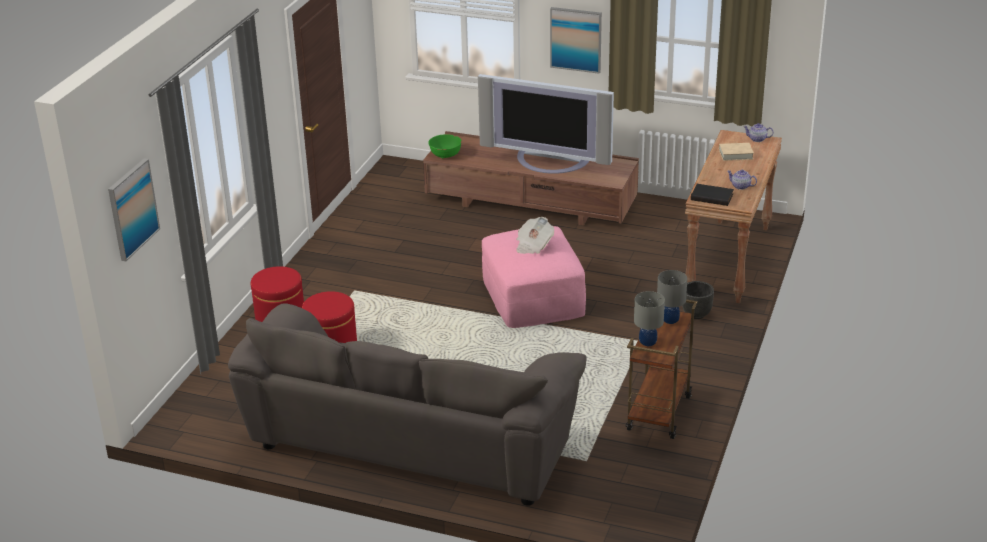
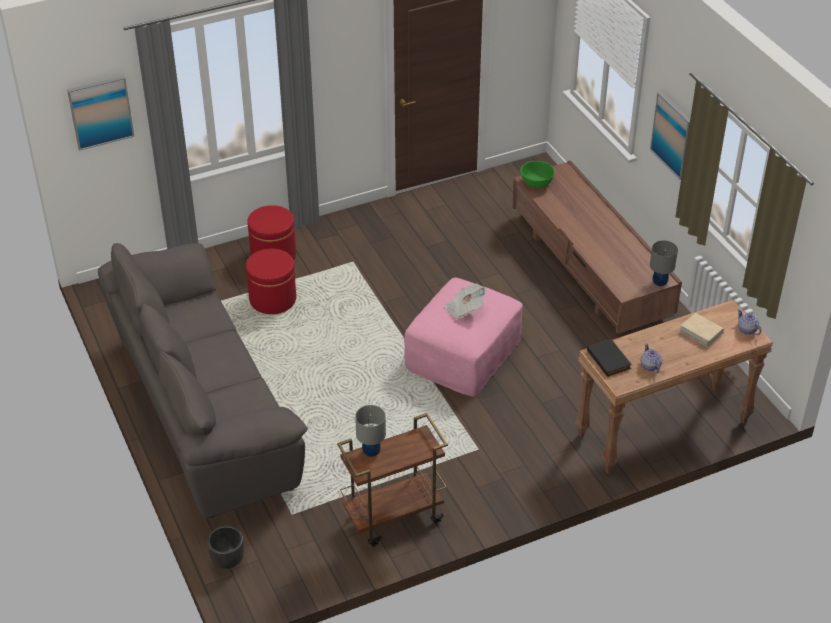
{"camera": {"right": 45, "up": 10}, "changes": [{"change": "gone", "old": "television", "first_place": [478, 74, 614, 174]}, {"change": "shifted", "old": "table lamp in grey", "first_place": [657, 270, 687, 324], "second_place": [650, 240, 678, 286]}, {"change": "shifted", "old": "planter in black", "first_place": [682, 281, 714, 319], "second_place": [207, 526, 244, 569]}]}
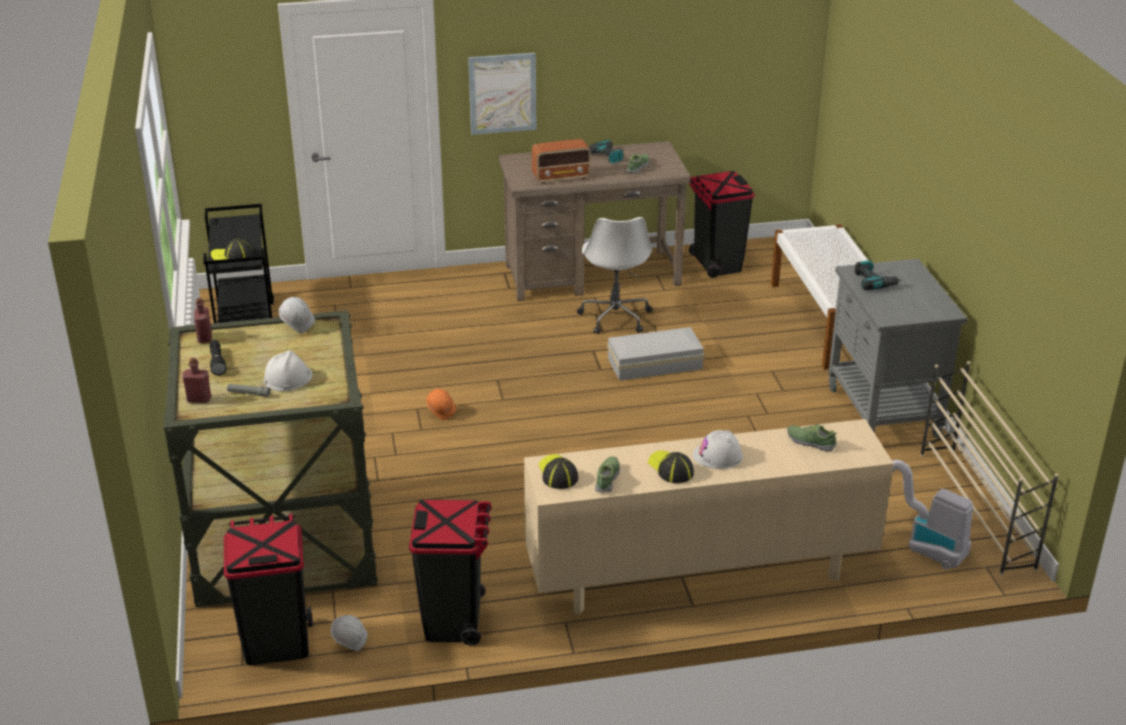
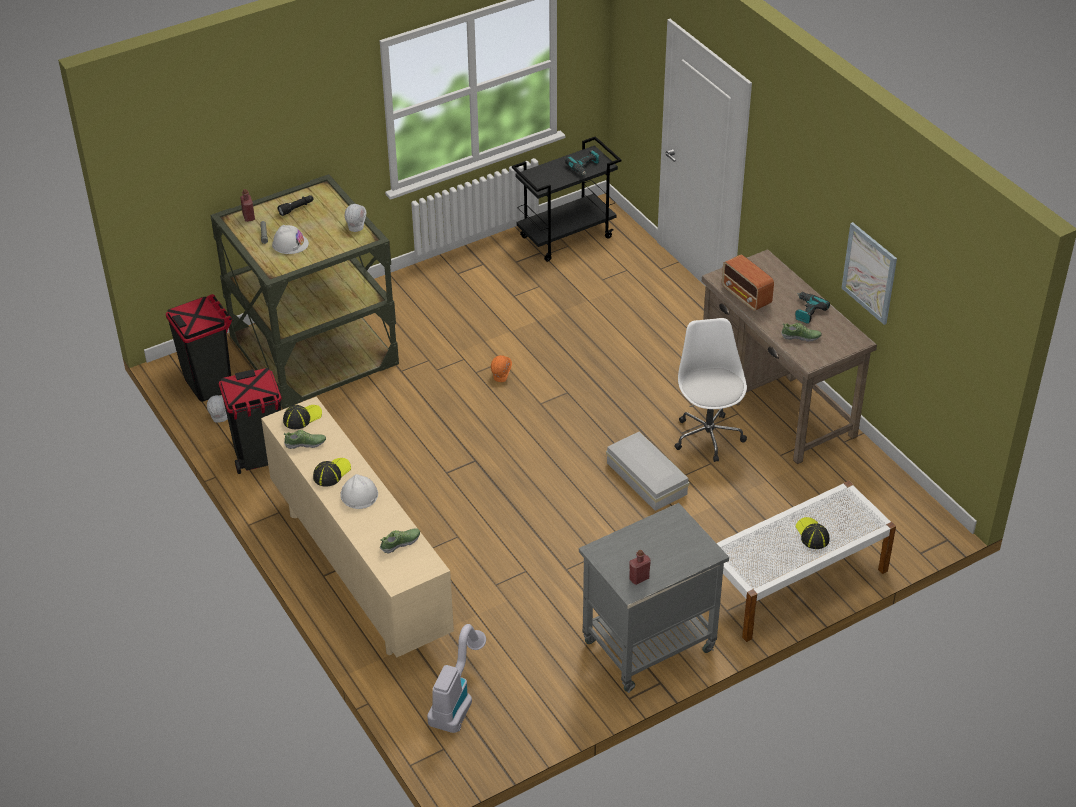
{"camera": {"right": 70, "up": 10}, "changes": [{"change": "shifted", "old": "bottle in red", "first_place": [194, 298, 212, 343], "second_place": [629, 550, 651, 585]}, {"change": "shifted", "old": "cap", "first_place": [211, 239, 253, 260], "second_place": [795, 517, 829, 549]}, {"change": "shifted", "old": "picture", "first_place": [468, 53, 537, 135], "second_place": [842, 222, 897, 325]}, {"change": "rotated", "old": "office chair in white", "first_place": [577, 217, 652, 334], "second_place": [674, 318, 747, 462], "degrees": 105}, {"change": "gone", "old": "trash can in black", "first_place": [689, 171, 755, 278]}, {"change": "rotated", "old": "shoe", "first_place": [787, 424, 837, 452], "second_place": [380, 528, 420, 554], "degrees": 45}, {"change": "shifted", "old": "power drill", "first_place": [855, 260, 902, 290], "second_place": [565, 150, 599, 175]}, {"change": "gone", "old": "shoe rack in beige", "first_place": [920, 361, 1059, 576]}]}
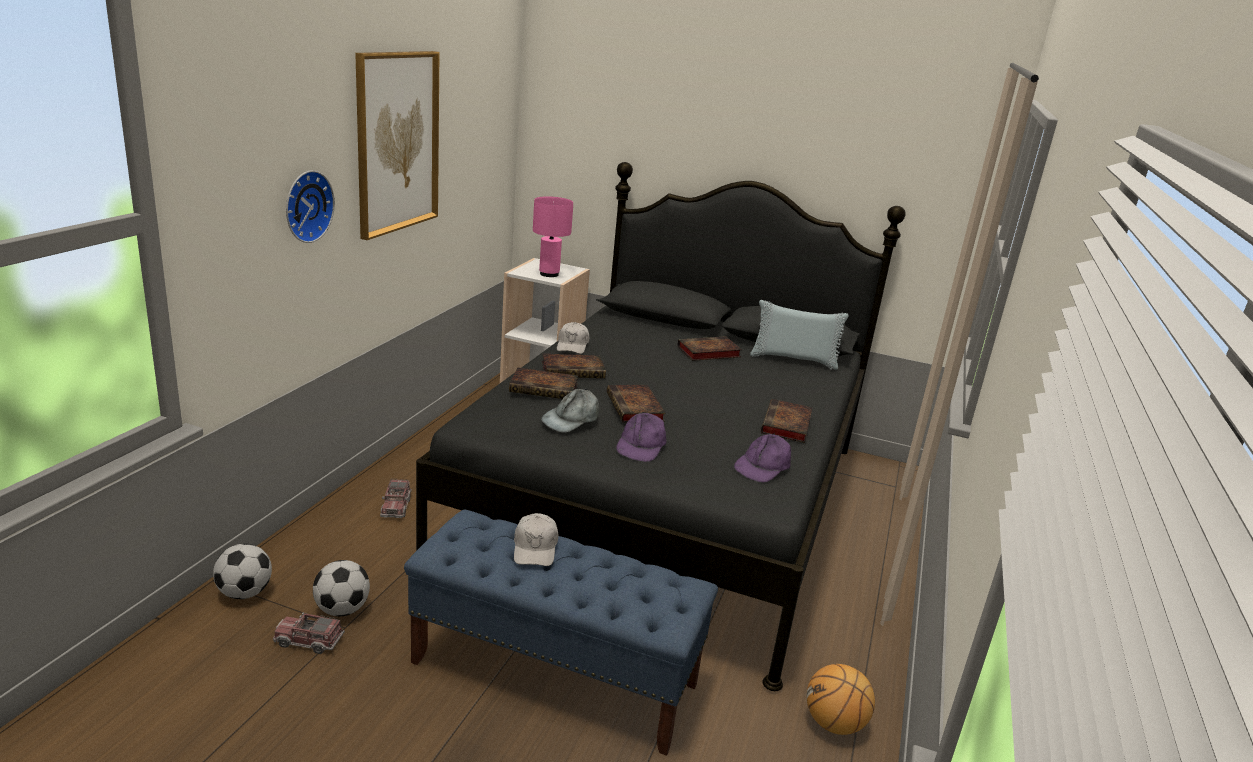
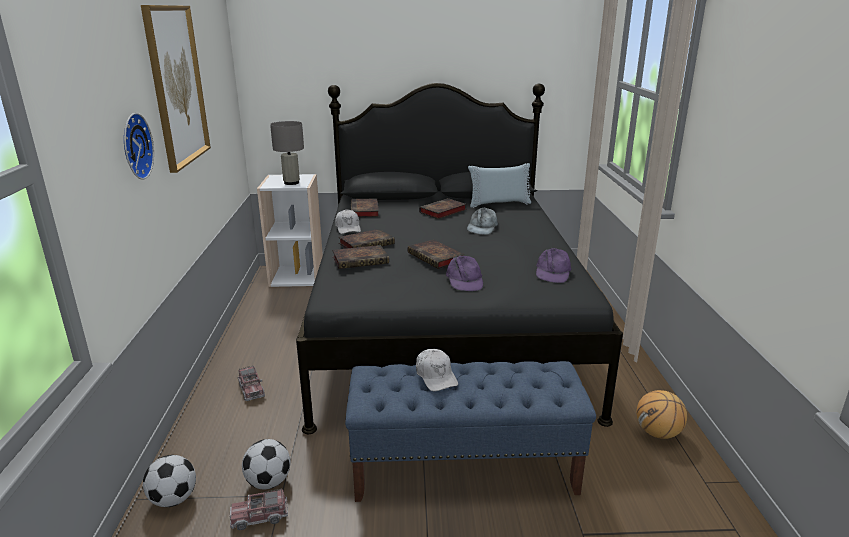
{"camera": {"right": -20, "up": 0}, "changes": [{"change": "repainted", "old": "table lamp in pink", "new": "table lamp in grey", "first_place": [533, 196, 573, 277], "second_place": [270, 121, 304, 185]}, {"change": "shifted", "old": "cap in grey", "first_place": [541, 388, 599, 433], "second_place": [467, 208, 498, 235]}, {"change": "shifted", "old": "book", "first_place": [761, 399, 813, 443], "second_place": [351, 198, 379, 217]}]}
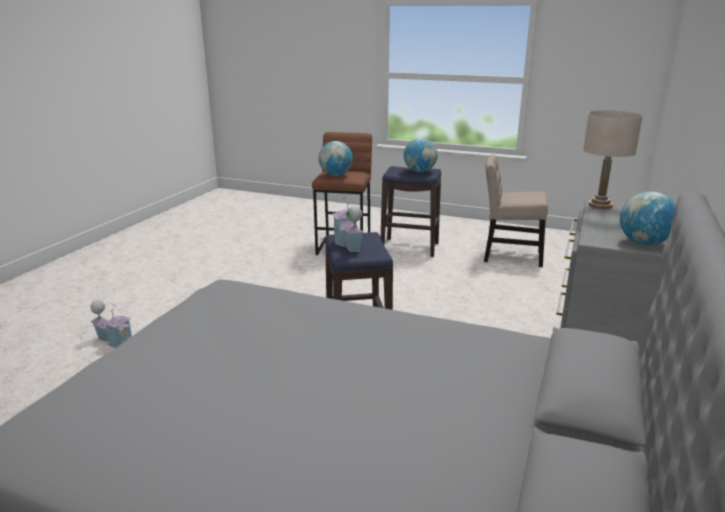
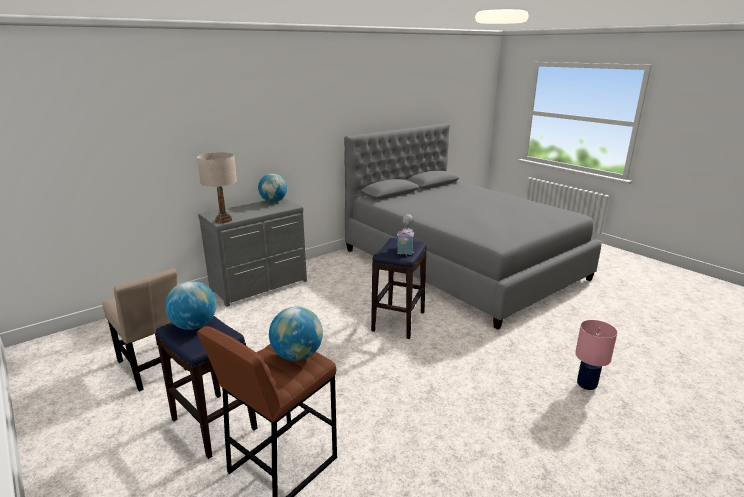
{"camera": {"right": -150, "up": 0}, "changes": [{"change": "swapped", "old": "toy house", "new": "table lamp in pink", "first_place": [90, 300, 132, 348], "second_place": [575, 320, 617, 390]}]}
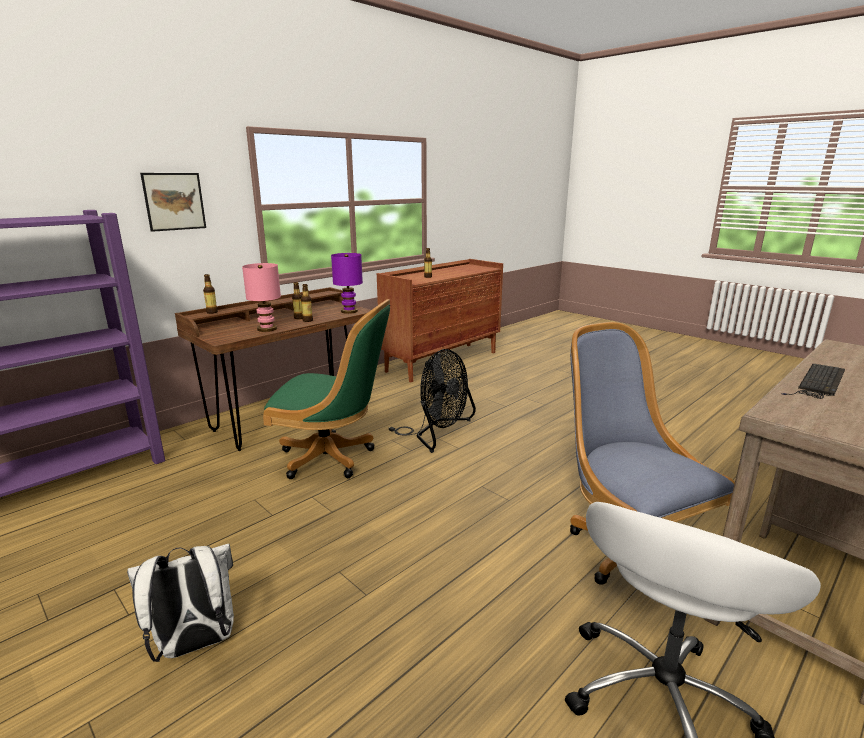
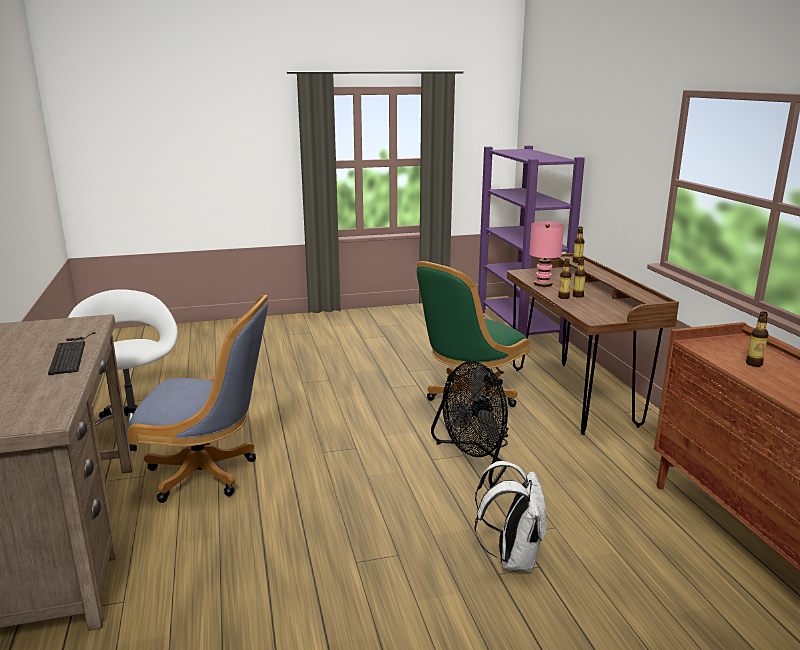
{"camera": {"right": 120, "up": 0}, "changes": [{"change": "shifted", "old": "backpack in white", "first_place": [127, 544, 234, 662], "second_place": [475, 461, 547, 572]}, {"change": "gone", "old": "picture", "first_place": [140, 173, 206, 232]}, {"change": "gone", "old": "table lamp in purple", "first_place": [331, 253, 363, 314]}]}
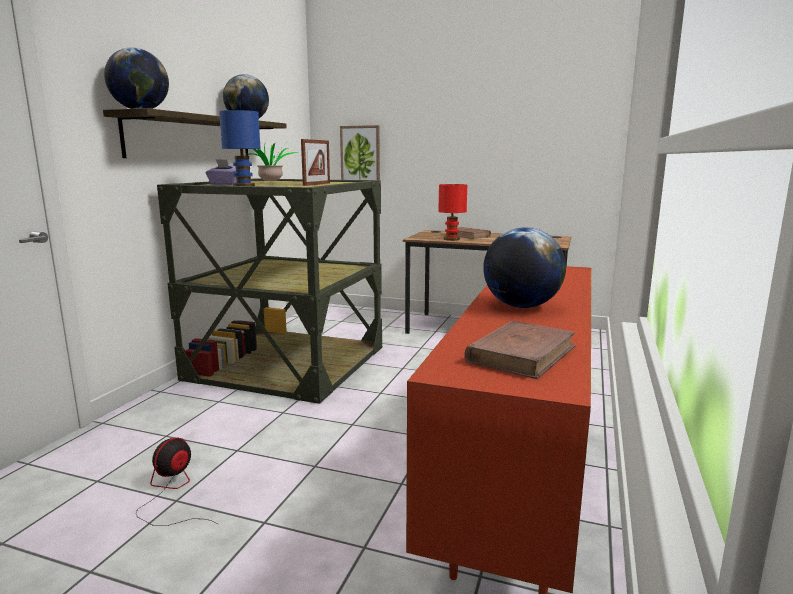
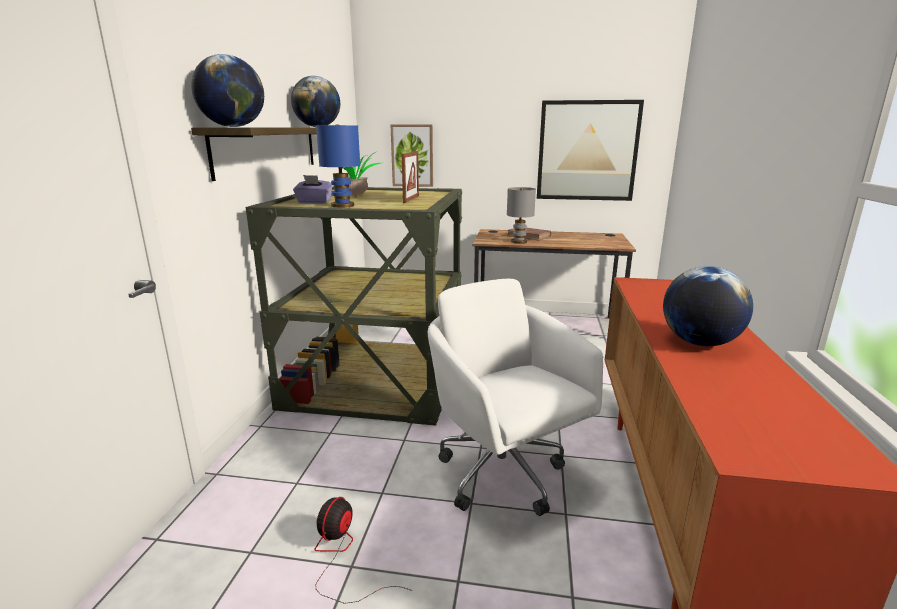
{"camera": {"right": -10, "up": 5}, "changes": [{"change": "repainted", "old": "table lamp in red", "new": "table lamp in grey", "first_place": [438, 184, 467, 241], "second_place": [507, 187, 536, 244]}, {"change": "gone", "old": "book in brown", "first_place": [465, 321, 576, 379]}, {"change": "new", "new": "office chair in white", "second_place": [428, 279, 603, 516]}, {"change": "new", "new": "picture", "second_place": [537, 100, 644, 201]}]}
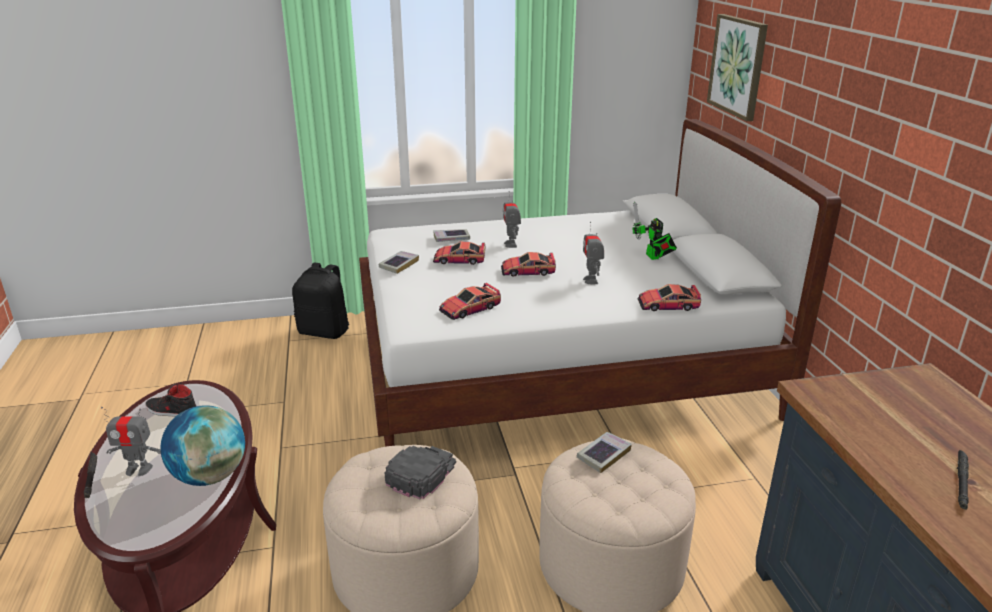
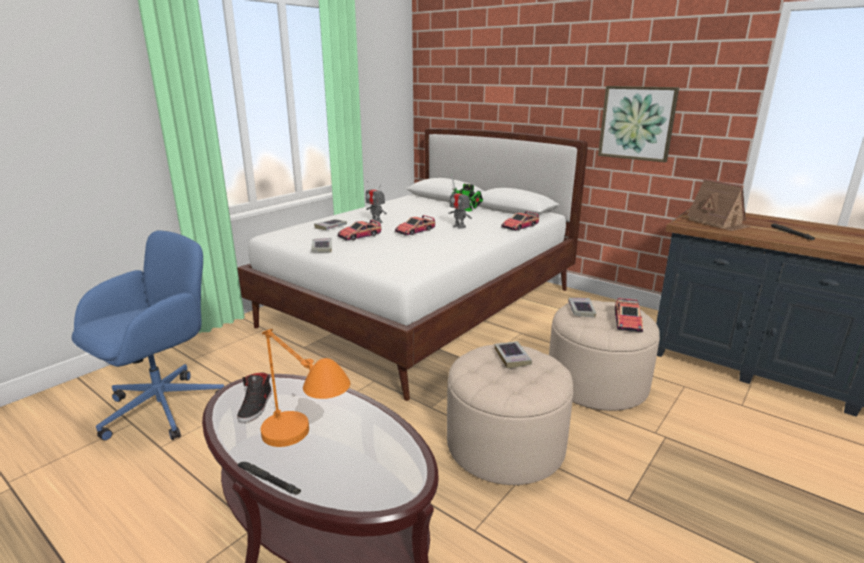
{"camera": {"right": -40, "up": -5}, "changes": [{"change": "swapped", "old": "toy robot", "new": "table lamp in orange", "first_place": [101, 407, 161, 476], "second_place": [261, 329, 350, 447]}, {"change": "rotated", "old": "shoe in black", "first_place": [145, 382, 196, 417], "second_place": [237, 372, 272, 422], "degrees": -60}, {"change": "gone", "old": "globe", "first_place": [160, 405, 245, 486]}, {"change": "gone", "old": "backpack in black", "first_place": [292, 263, 349, 339]}, {"change": "swapped", "old": "cap in black", "new": "book", "first_place": [385, 446, 456, 499], "second_place": [495, 341, 532, 369]}, {"change": "shifted", "old": "toy car", "first_place": [439, 283, 501, 320], "second_place": [615, 298, 643, 332]}, {"change": "shifted", "old": "picture", "first_place": [707, 14, 768, 121], "second_place": [598, 86, 679, 162]}, {"change": "new", "new": "office chair in blue", "second_place": [72, 230, 224, 441]}, {"change": "new", "new": "toy house", "second_place": [687, 178, 750, 231]}]}
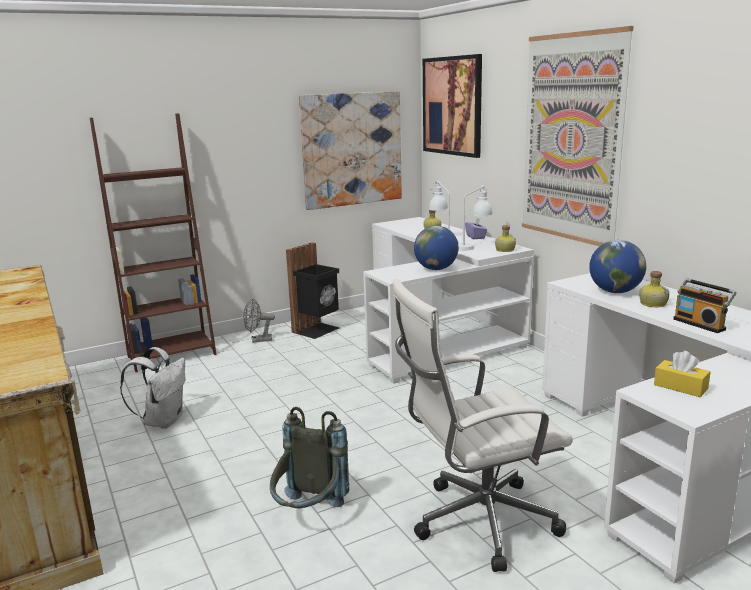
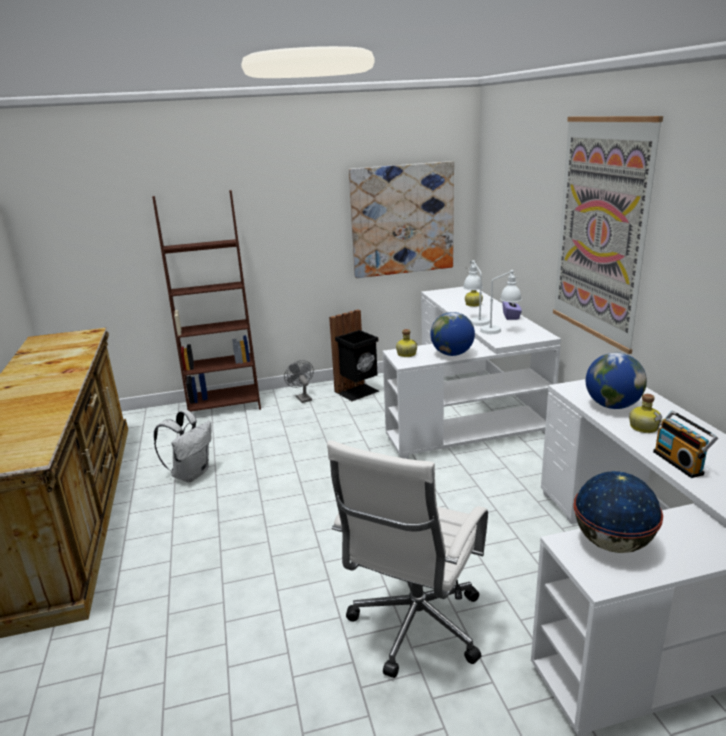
{"camera": {"right": 15, "up": 5}, "changes": [{"change": "rotated", "old": "fan in grey", "first_place": [243, 299, 275, 343], "second_place": [284, 360, 314, 403], "degrees": 60}, {"change": "gone", "old": "backpack in grey", "first_place": [270, 407, 349, 509]}, {"change": "rotated", "old": "office chair in white", "first_place": [393, 279, 573, 572], "second_place": [327, 441, 488, 678], "degrees": -60}, {"change": "gone", "old": "picture", "first_place": [423, 54, 482, 158]}, {"change": "shifted", "old": "bottle", "first_place": [495, 225, 516, 252], "second_place": [396, 329, 417, 357]}, {"change": "swapped", "old": "tissue box in yellow", "new": "globe", "first_place": [654, 351, 711, 397], "second_place": [574, 471, 663, 553]}]}
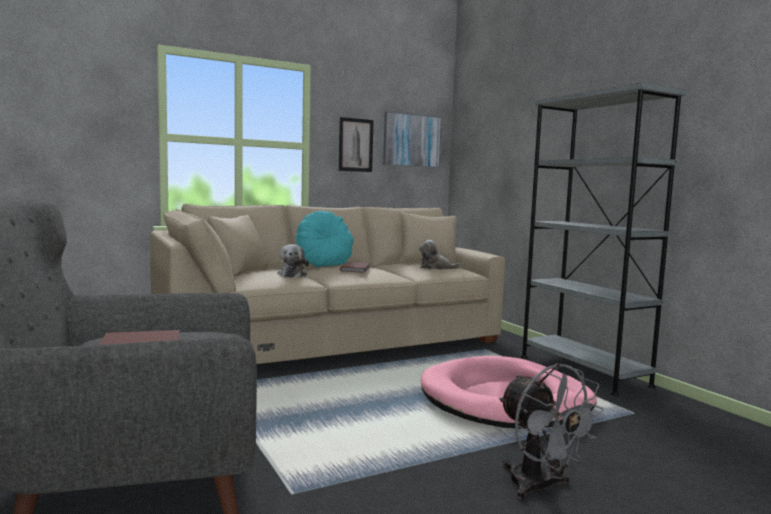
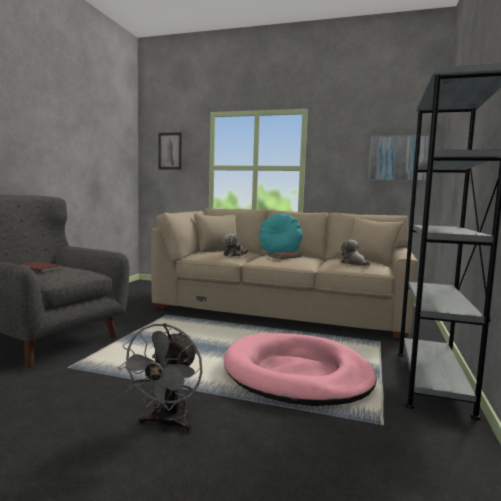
{"camera": {"right": 45, "up": 0}, "changes": [{"change": "shifted", "old": "picture", "first_place": [339, 117, 374, 172], "second_place": [158, 132, 182, 170]}]}
